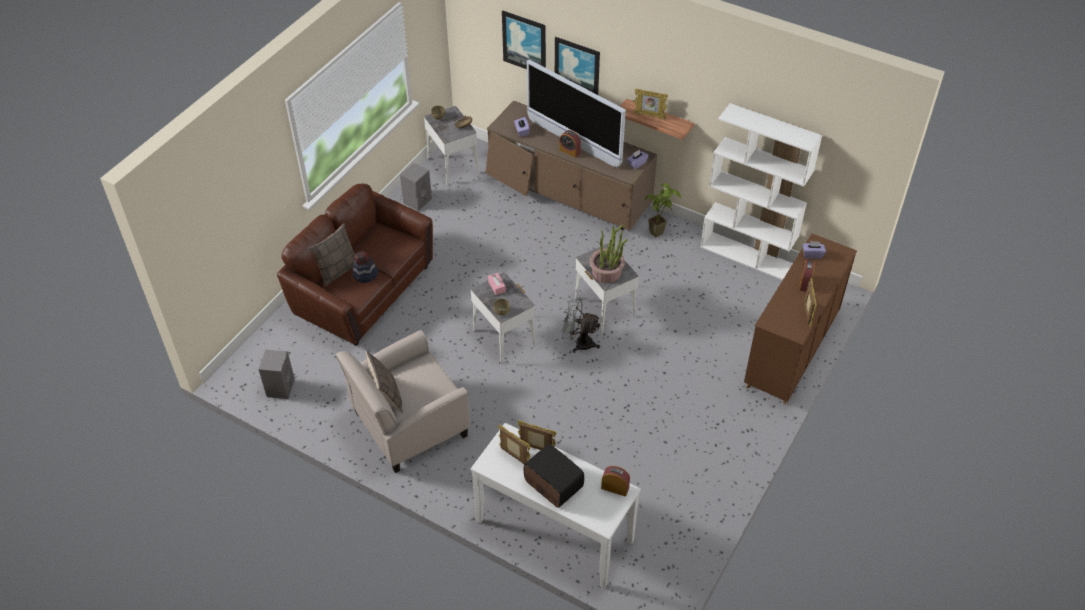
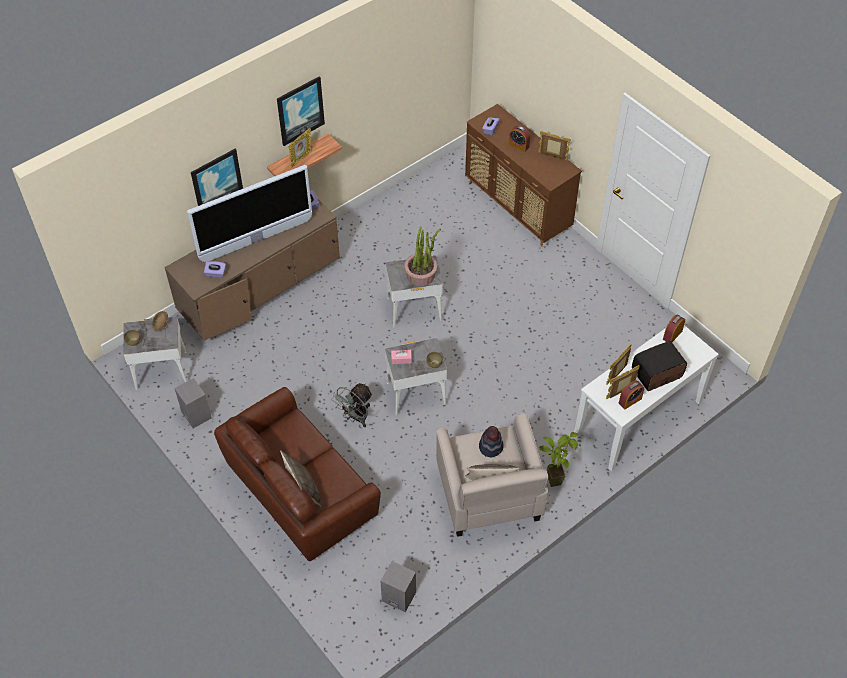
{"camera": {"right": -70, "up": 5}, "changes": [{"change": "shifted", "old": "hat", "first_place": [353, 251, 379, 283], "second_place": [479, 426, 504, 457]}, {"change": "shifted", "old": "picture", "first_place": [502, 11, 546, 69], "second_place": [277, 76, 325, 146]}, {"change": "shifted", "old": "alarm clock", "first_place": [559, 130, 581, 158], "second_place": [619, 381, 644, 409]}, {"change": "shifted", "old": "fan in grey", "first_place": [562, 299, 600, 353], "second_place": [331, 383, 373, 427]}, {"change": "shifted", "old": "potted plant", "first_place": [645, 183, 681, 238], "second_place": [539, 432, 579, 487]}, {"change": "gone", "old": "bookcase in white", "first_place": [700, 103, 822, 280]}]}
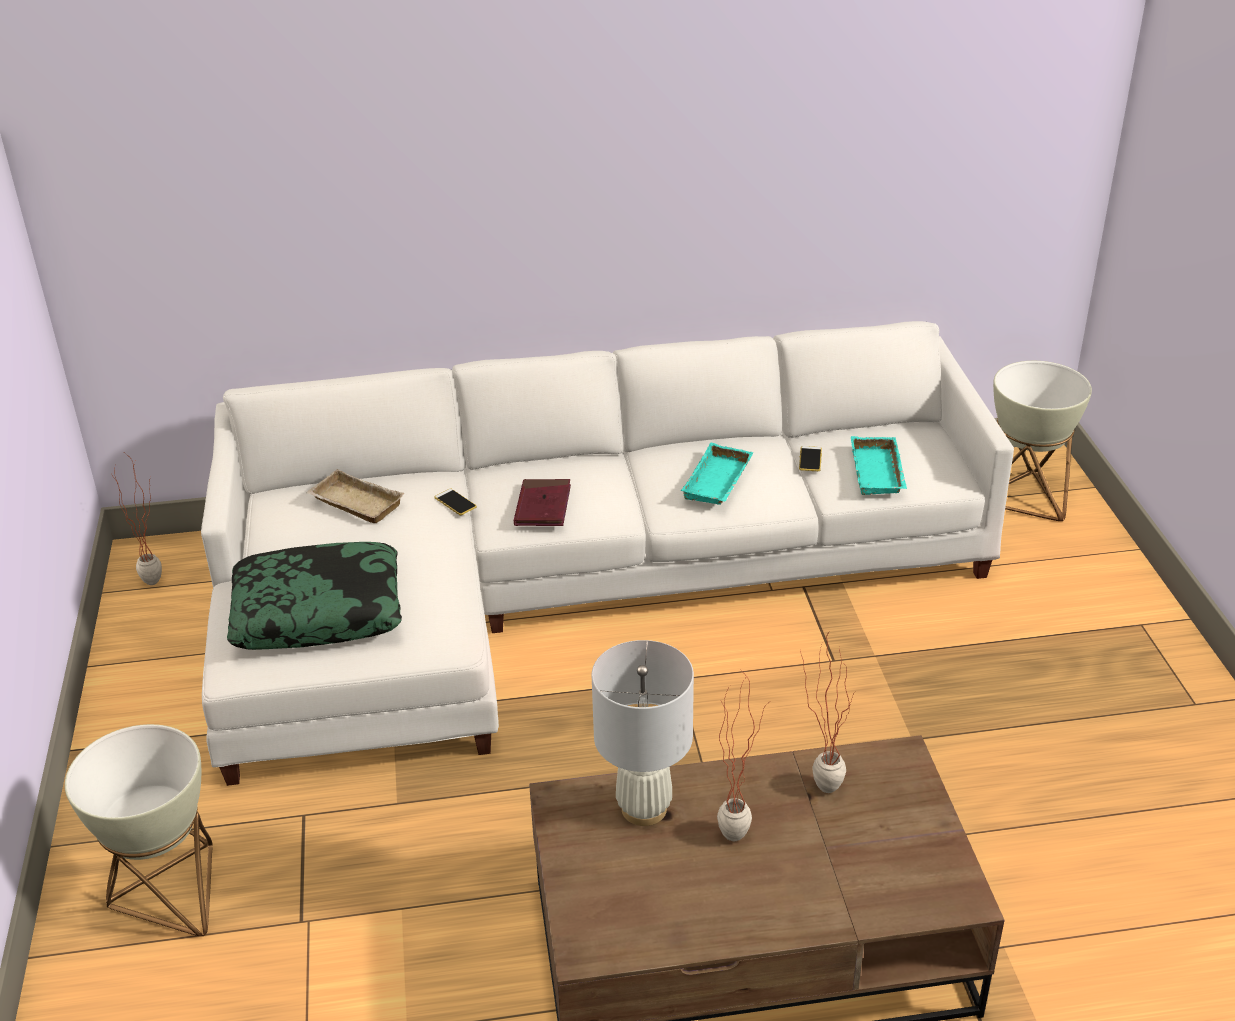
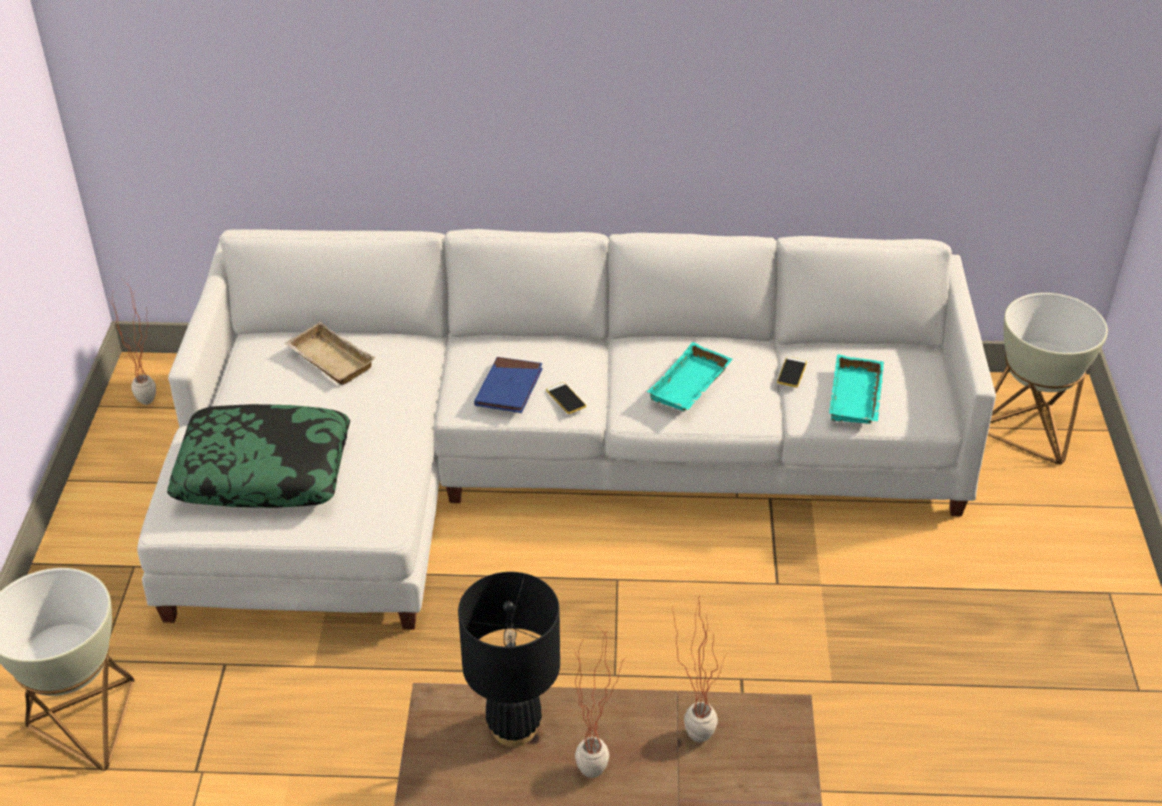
{"camera": {"right": 10, "up": 5}, "changes": [{"change": "shifted", "old": "phone", "first_place": [434, 489, 477, 515], "second_place": [546, 382, 586, 414]}, {"change": "repainted", "old": "book in red", "new": "book in blue", "first_place": [514, 479, 571, 526], "second_place": [474, 357, 543, 413]}, {"change": "repainted", "old": "table lamp in white", "new": "table lamp in black", "first_place": [592, 640, 694, 826], "second_place": [458, 572, 560, 747]}]}
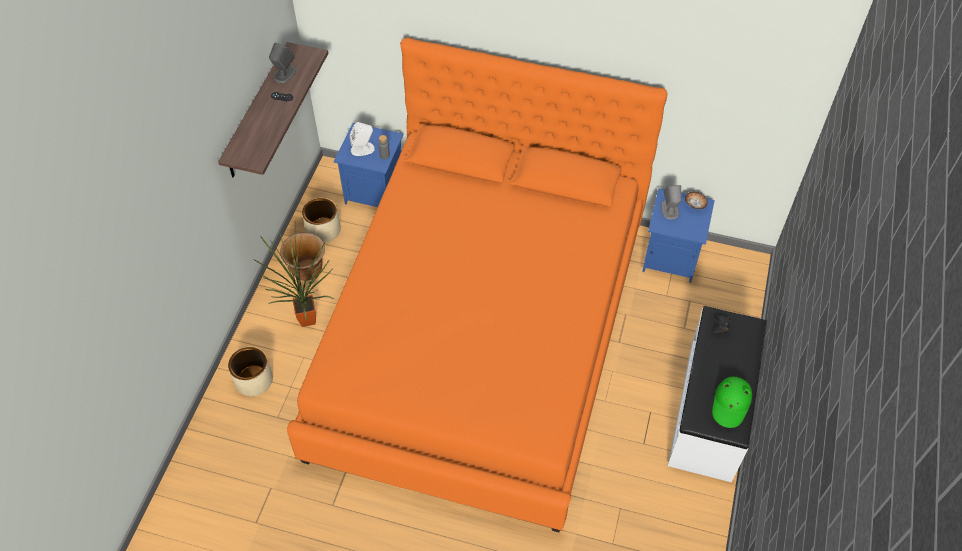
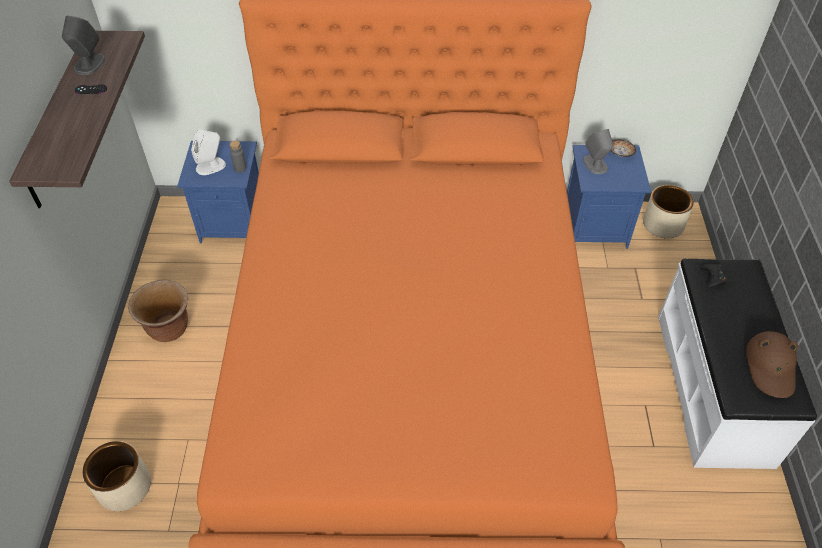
{"camera": {"right": -15, "up": -5}, "changes": [{"change": "gone", "old": "potted plant", "first_place": [253, 231, 334, 327]}, {"change": "shifted", "old": "planter in beige", "first_place": [302, 198, 341, 243], "second_place": [643, 185, 694, 239]}, {"change": "repainted", "old": "hat in green", "new": "hat in brown", "first_place": [712, 377, 752, 428], "second_place": [746, 331, 798, 398]}]}
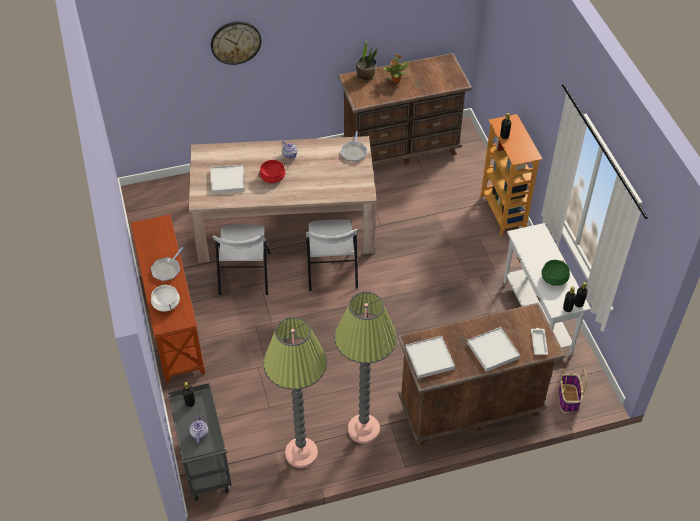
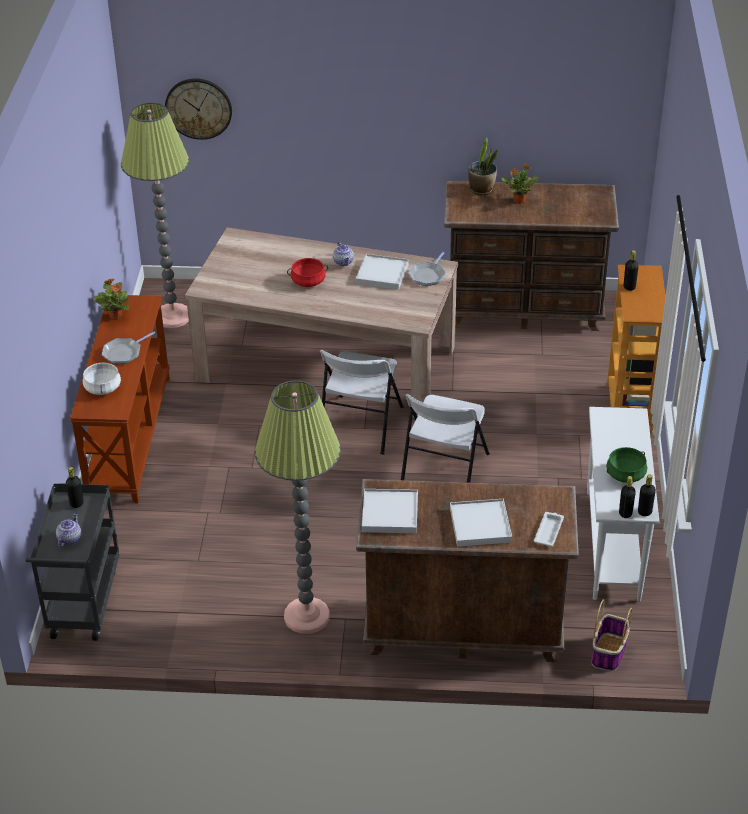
{"camera": {"right": 20, "up": -10}, "changes": [{"change": "shifted", "old": "wall clock", "first_place": [211, 21, 261, 65], "second_place": [165, 78, 232, 140]}, {"change": "shifted", "old": "tray in white", "first_place": [211, 165, 245, 194], "second_place": [356, 254, 408, 290]}, {"change": "shifted", "old": "chair in white", "first_place": [212, 224, 271, 295], "second_place": [401, 394, 490, 483]}, {"change": "shifted", "old": "floor lamp", "first_place": [263, 317, 327, 468], "second_place": [121, 102, 189, 328]}, {"change": "new", "new": "potted plant", "second_place": [94, 278, 130, 320]}]}
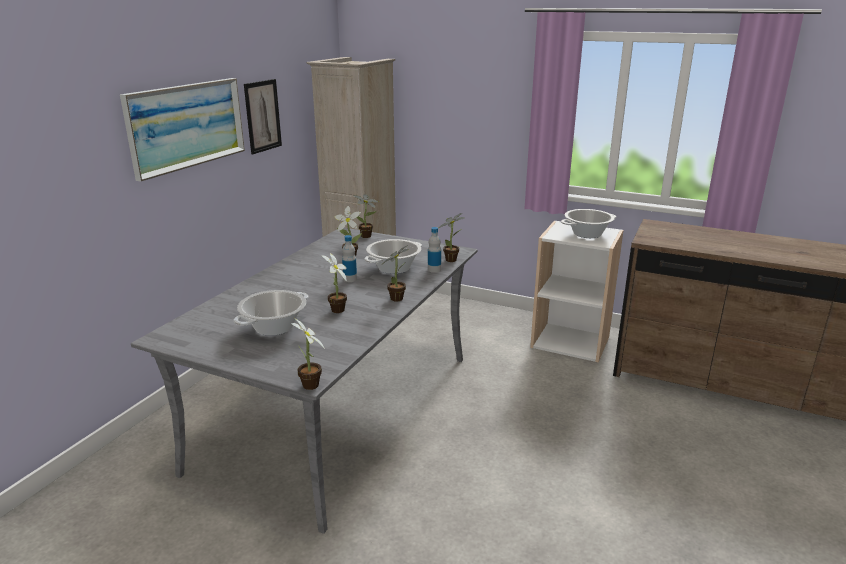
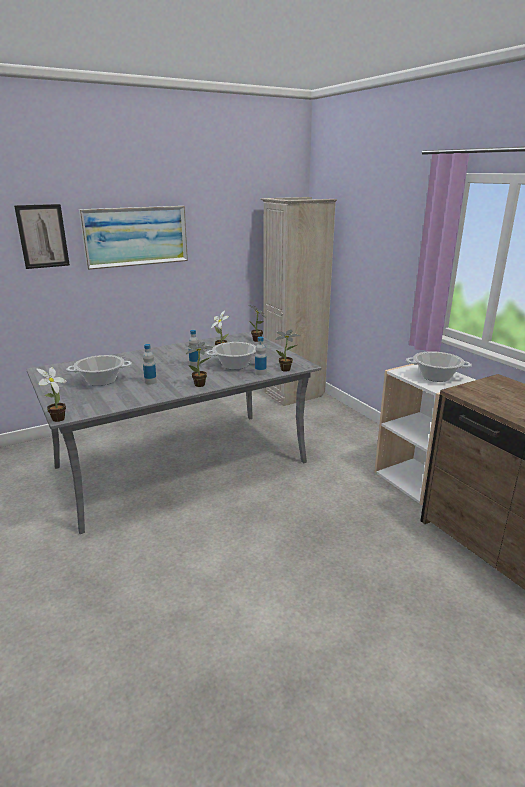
{"camera": {"right": 35, "up": 0}, "changes": [{"change": "shifted", "old": "picture", "first_place": [244, 79, 282, 154], "second_place": [14, 204, 70, 269]}, {"change": "swapped", "old": "potted plant", "new": "bottle", "first_place": [322, 253, 347, 313], "second_place": [143, 344, 157, 384]}]}
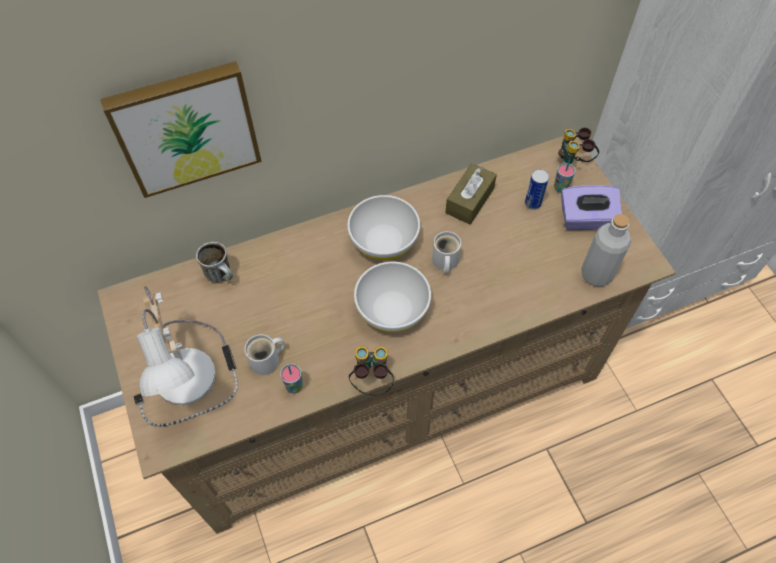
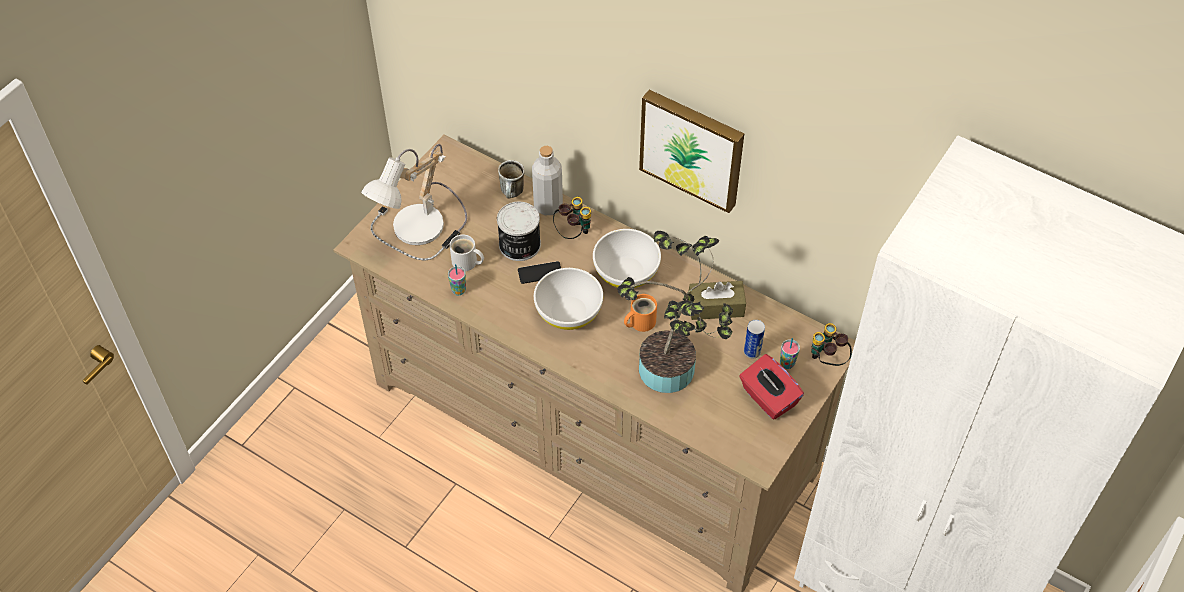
{"camera": {"right": 55, "up": -5}, "changes": [{"change": "shifted", "old": "picture", "first_place": [100, 61, 262, 198], "second_place": [639, 90, 744, 213]}, {"change": "shifted", "old": "binoculars", "first_place": [349, 346, 394, 395], "second_place": [553, 197, 591, 239]}, {"change": "repainted", "old": "mug in white", "new": "mug in orange", "first_place": [432, 231, 461, 273], "second_place": [624, 294, 657, 332]}, {"change": "repainted", "old": "tissue box in purple", "new": "tissue box in red", "first_place": [561, 185, 622, 230], "second_place": [739, 354, 804, 419]}, {"change": "shifted", "old": "bottle in grey", "first_place": [581, 214, 631, 286], "second_place": [532, 146, 563, 216]}, {"change": "new", "new": "can", "second_place": [497, 202, 541, 261]}, {"change": "new", "new": "phone", "second_place": [518, 261, 561, 284]}, {"change": "new", "new": "potted plant", "second_place": [617, 231, 733, 393]}]}
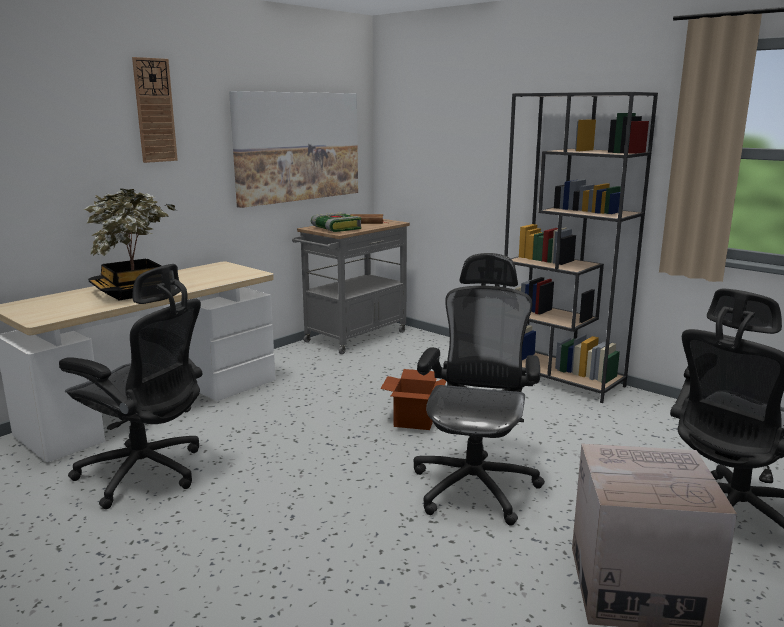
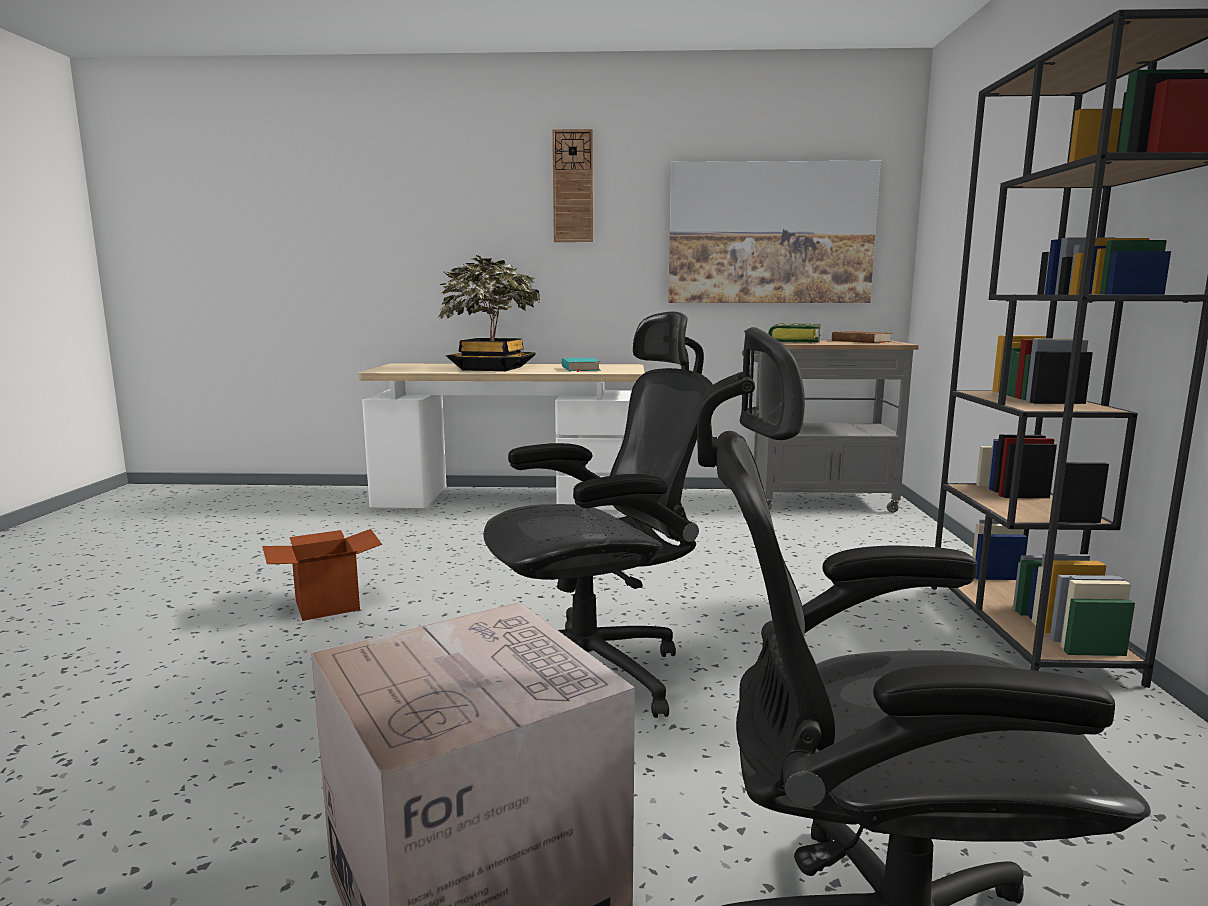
{"camera": {"right": 50, "up": -5}, "changes": [{"change": "gone", "old": "office chair", "first_place": [59, 264, 203, 509]}, {"change": "shifted", "old": "cardboard box", "first_place": [380, 369, 446, 430], "second_place": [262, 529, 382, 621]}, {"change": "new", "new": "book in turquoise", "second_place": [562, 358, 601, 372]}]}
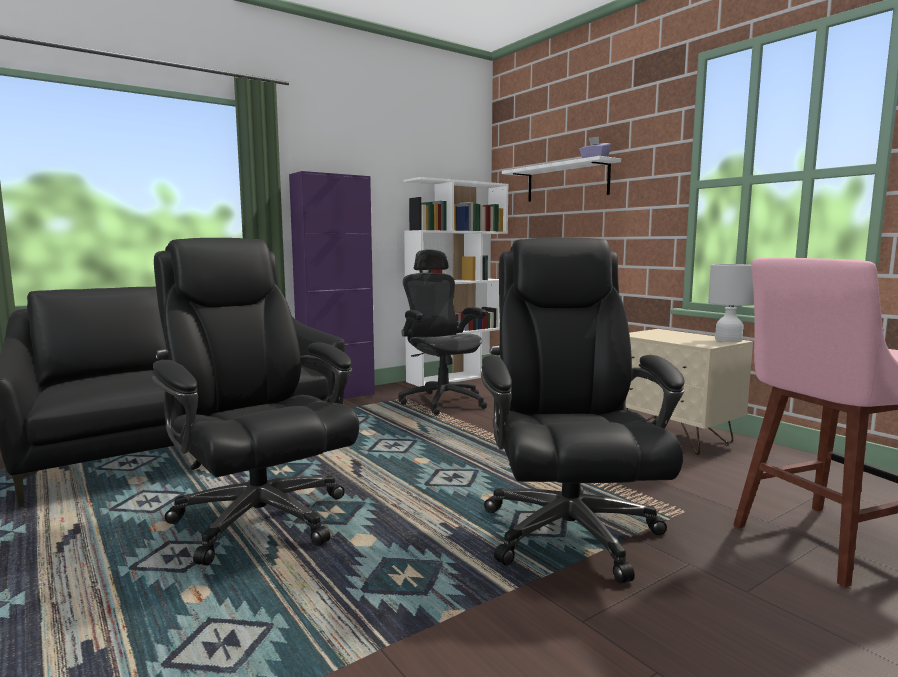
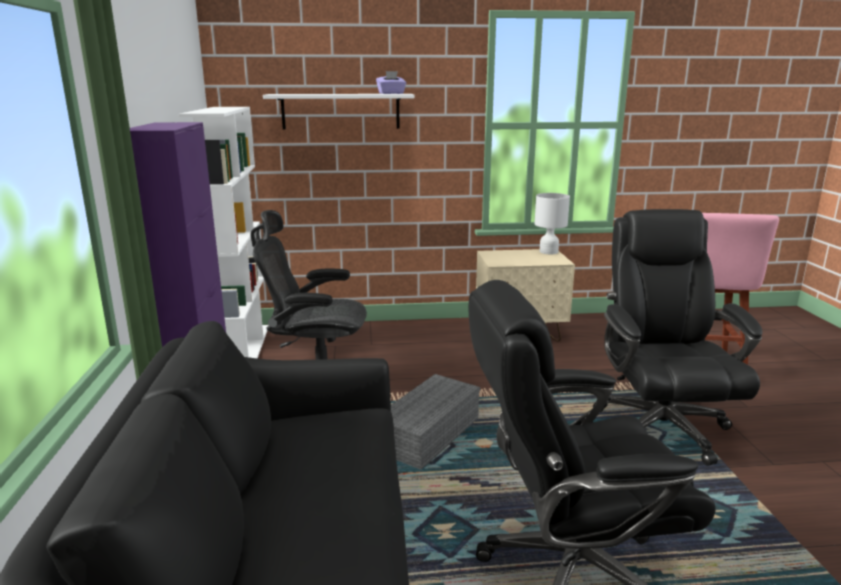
{"camera": {"right": -60, "up": 10}, "changes": [{"change": "rotated", "old": "office chair in black", "first_place": [481, 238, 685, 583], "second_place": [593, 209, 763, 466], "degrees": 60}, {"change": "new", "new": "storage box in grey", "second_place": [391, 374, 480, 470]}]}
